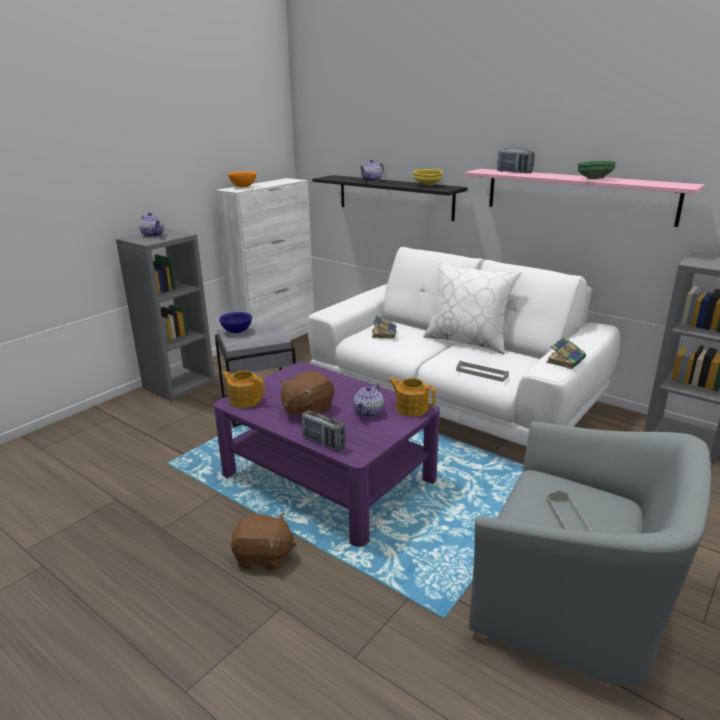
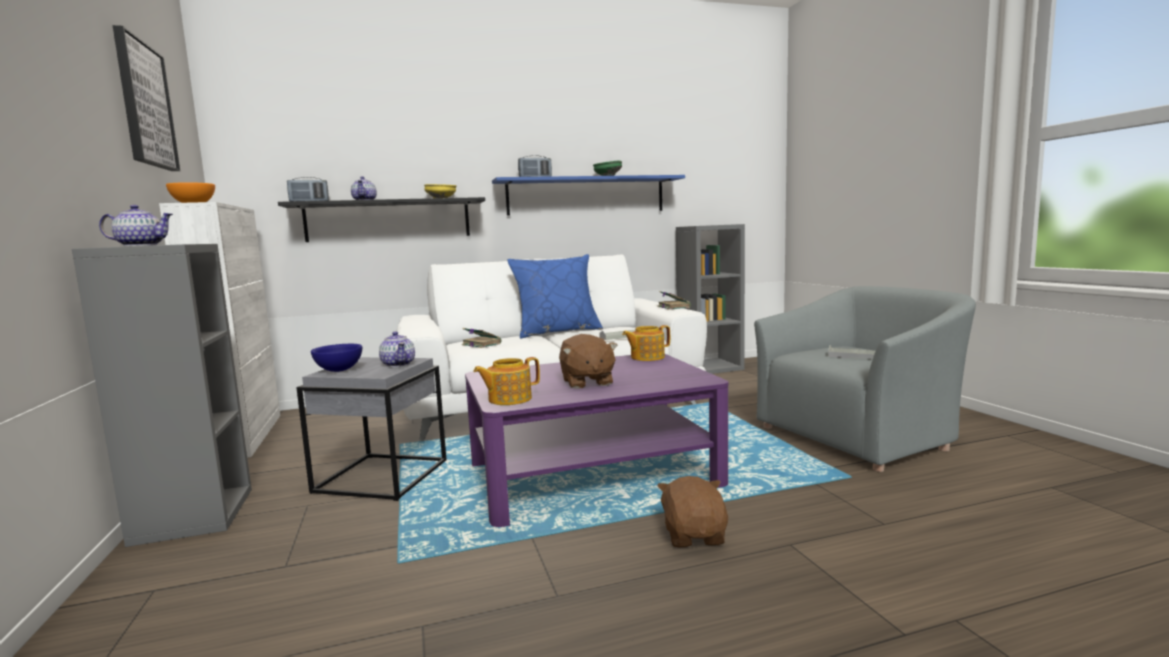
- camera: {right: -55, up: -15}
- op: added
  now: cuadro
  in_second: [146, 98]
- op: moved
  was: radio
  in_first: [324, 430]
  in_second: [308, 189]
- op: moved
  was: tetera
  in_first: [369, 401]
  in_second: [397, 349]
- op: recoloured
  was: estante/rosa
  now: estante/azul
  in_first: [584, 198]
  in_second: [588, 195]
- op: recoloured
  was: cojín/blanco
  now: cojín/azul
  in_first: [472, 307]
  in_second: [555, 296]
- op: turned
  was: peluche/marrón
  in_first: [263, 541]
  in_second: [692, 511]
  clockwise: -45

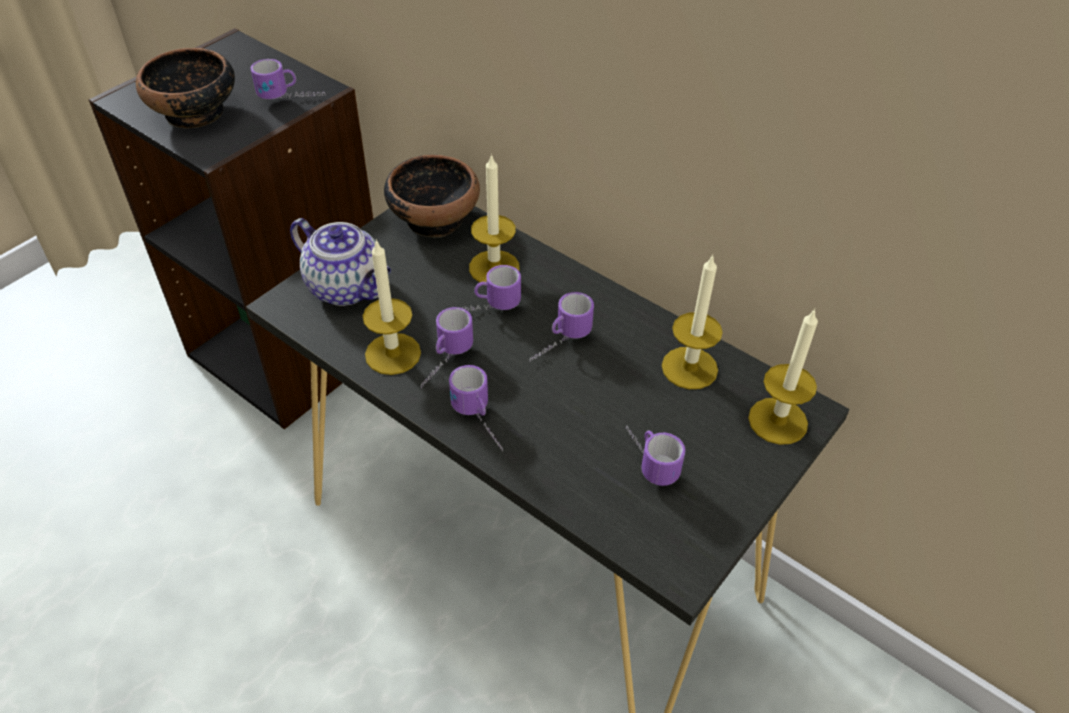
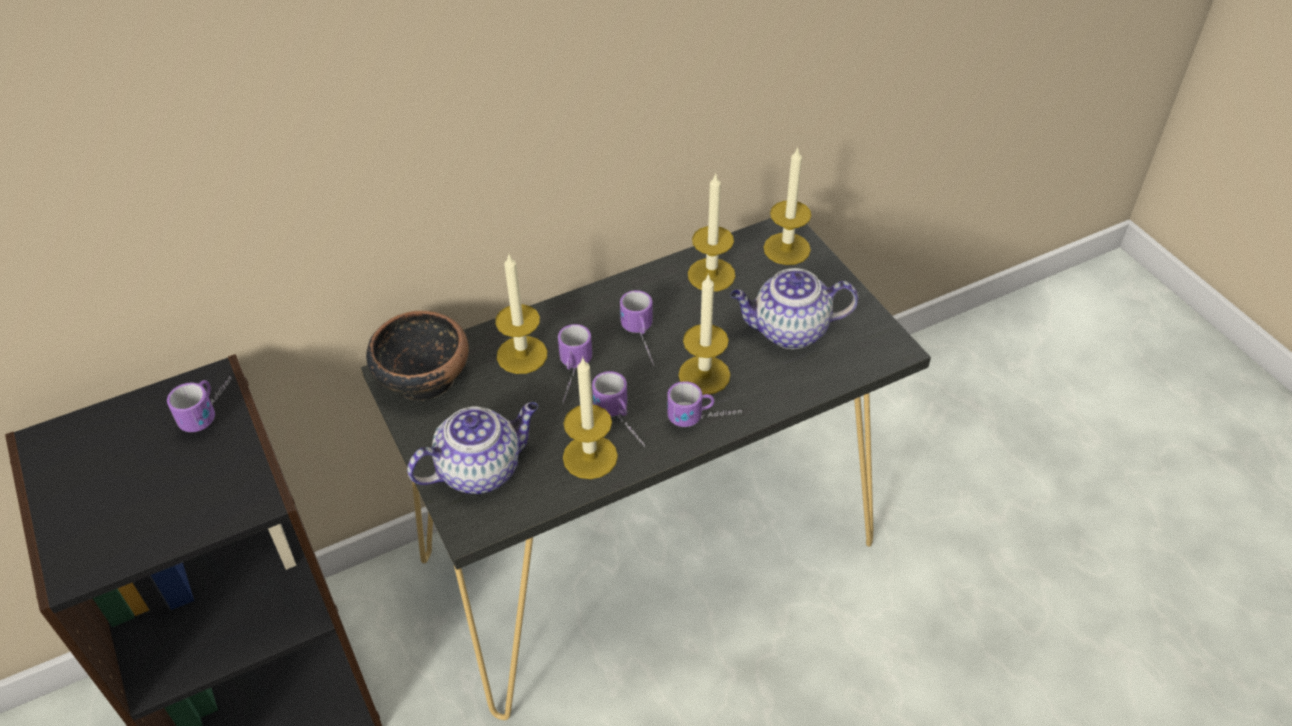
- camera: {right: -65, up: 0}
- op: added
  now: vela
  in_second: [704, 334]
- op: replaced
  was: taza grande
  now: tetera
  in_first: [655, 455]
  in_second: [794, 308]
- op: removed
  was: cuenco
  in_first: [185, 88]

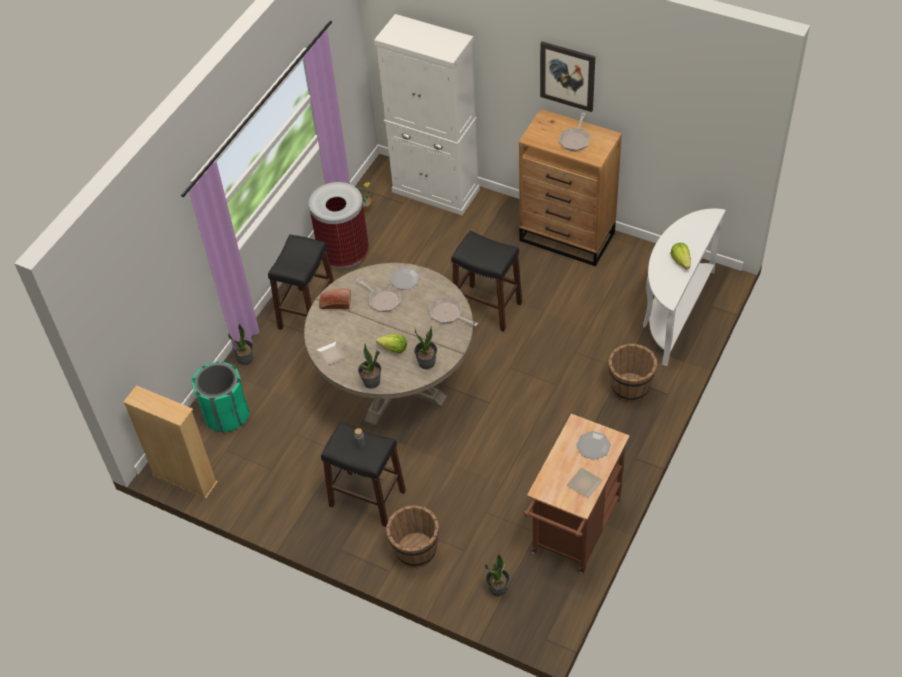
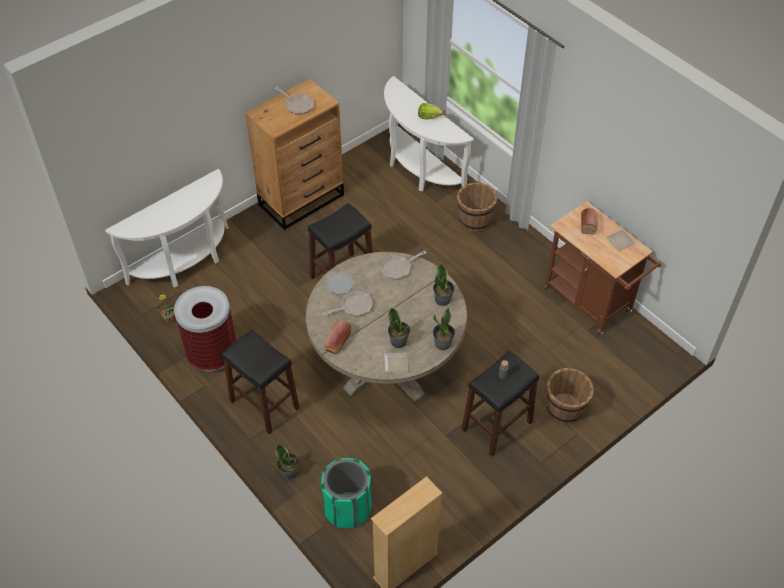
- camera: {right: -70, up: 0}
- op: replaced
  was: armario/blanco
  now: mesa consola/blanco
  in_first: [427, 114]
  in_second: [167, 228]
- op: moved
  was: planta en maceta
  in_first: [497, 575]
  in_second: [399, 328]
- op: replaced
  was: plato
  now: pan
  in_first: [593, 445]
  in_second: [589, 221]
- op: removed
  was: lechuga
  in_first: [391, 343]
- op: removed
  was: cuadro
  in_first: [567, 77]

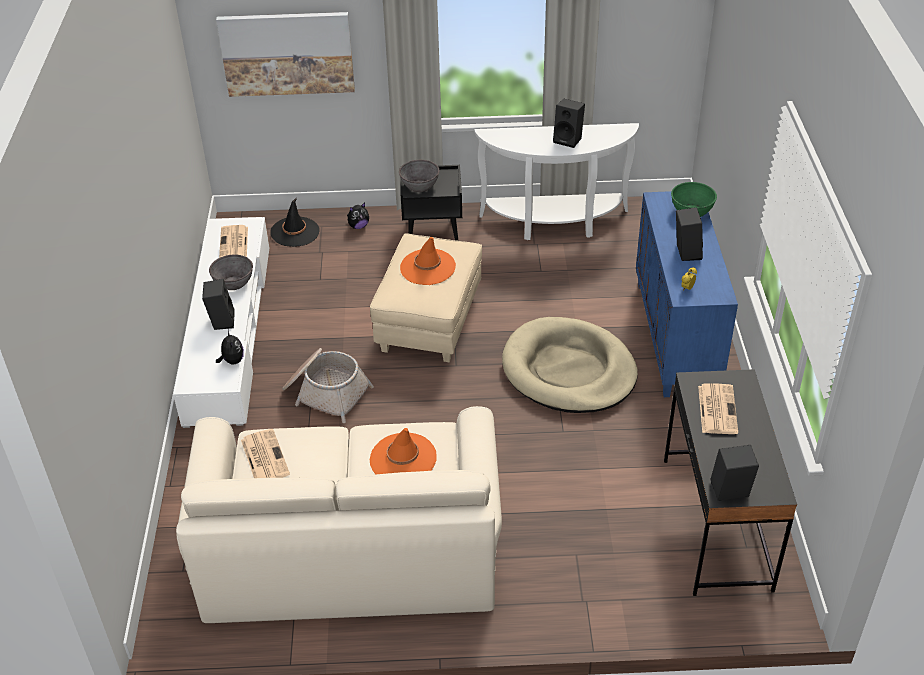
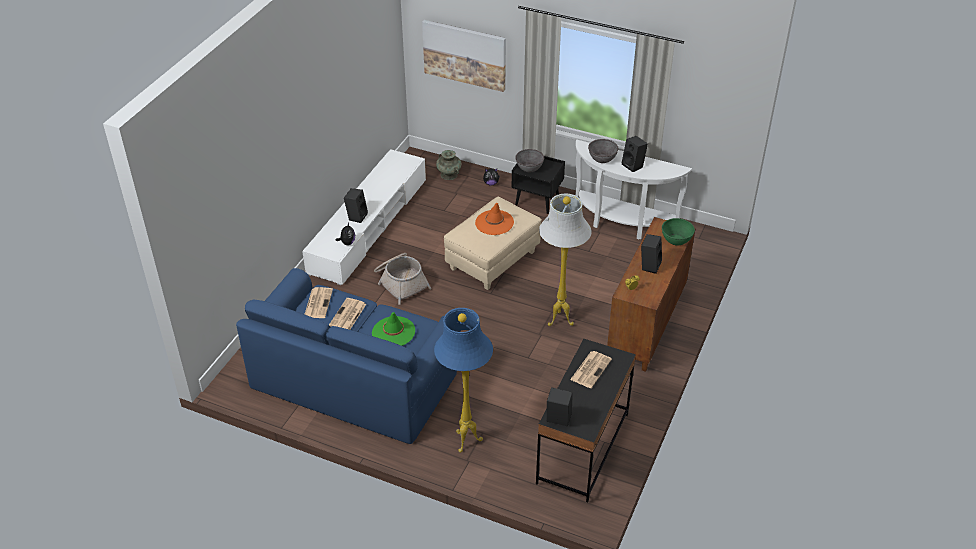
- camera: {right: 25, up: 0}
- op: recoloured
  was: sofá/beis
  now: sofá/azul
  in_first: [339, 514]
  in_second: [348, 356]
- op: moved
  was: periódico
  in_first: [233, 241]
  in_second: [347, 314]
- op: recoloured
  was: sombrero/naranja
  now: sombrero/verde
  in_first: [403, 451]
  in_second: [393, 329]
- op: added
  now: lámpara de pie/azul
  in_second: [463, 380]
- op: replaced
  was: sombrero/negro
  now: florero/turquesa
  in_first: [294, 222]
  in_second: [448, 165]
- op: replaced
  was: cama para perro/beis
  now: lámpara de pie/blanco
  in_first: [570, 365]
  in_second: [565, 260]
- op: moved
  was: cuenco/gris
  in_first: [231, 272]
  in_second: [603, 151]
- op: recoloured
  was: armario/azul
  now: armario/marrón
  in_first: [687, 294]
  in_second: [651, 294]

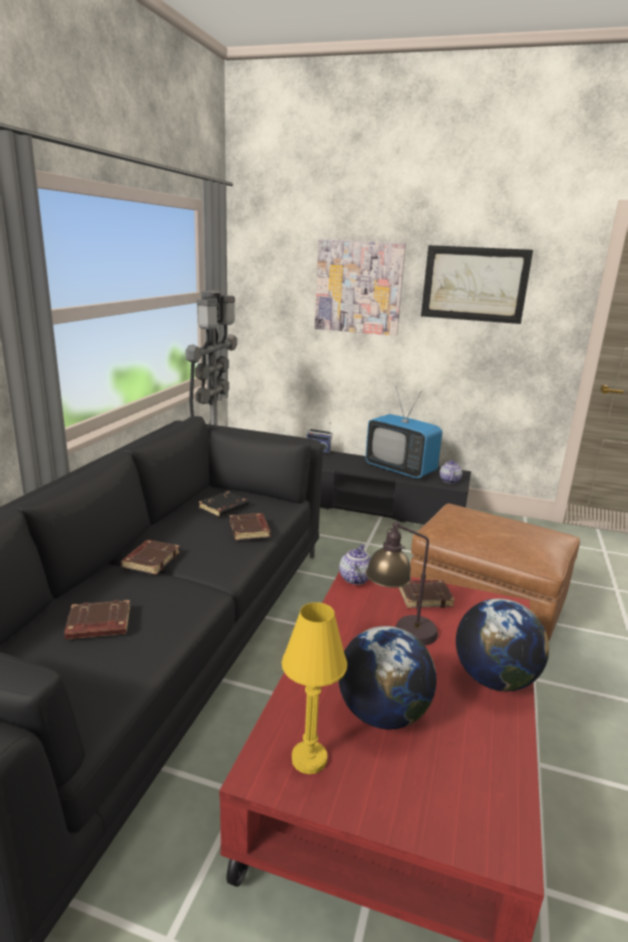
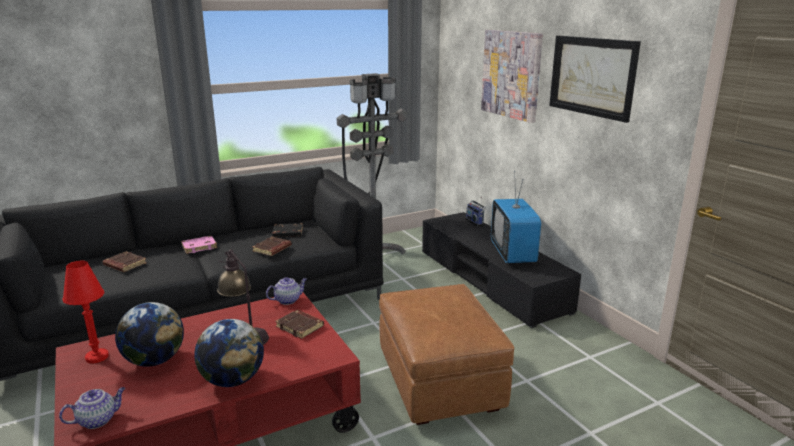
- camera: {right: 45, up: 0}
- op: moved
  was: tetera
  in_first: [451, 472]
  in_second: [92, 408]
- op: recoloured
  was: lámpara de mesa/amarillo
  now: lámpara de mesa/rojo
  in_first: [314, 688]
  in_second: [86, 312]
- op: recoloured
  was: libro/marrón
  now: libro/rosa
  in_first: [150, 557]
  in_second: [199, 245]

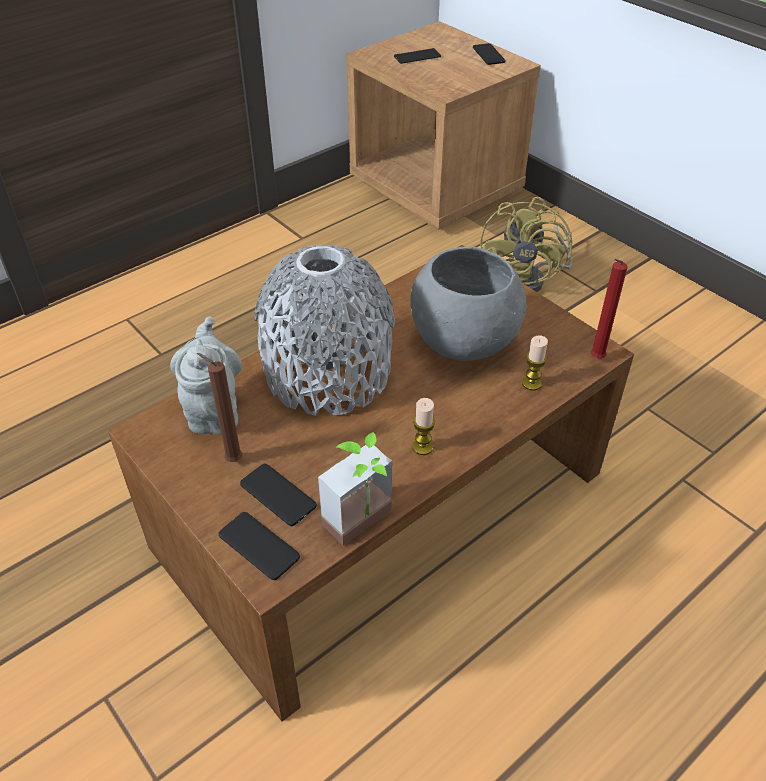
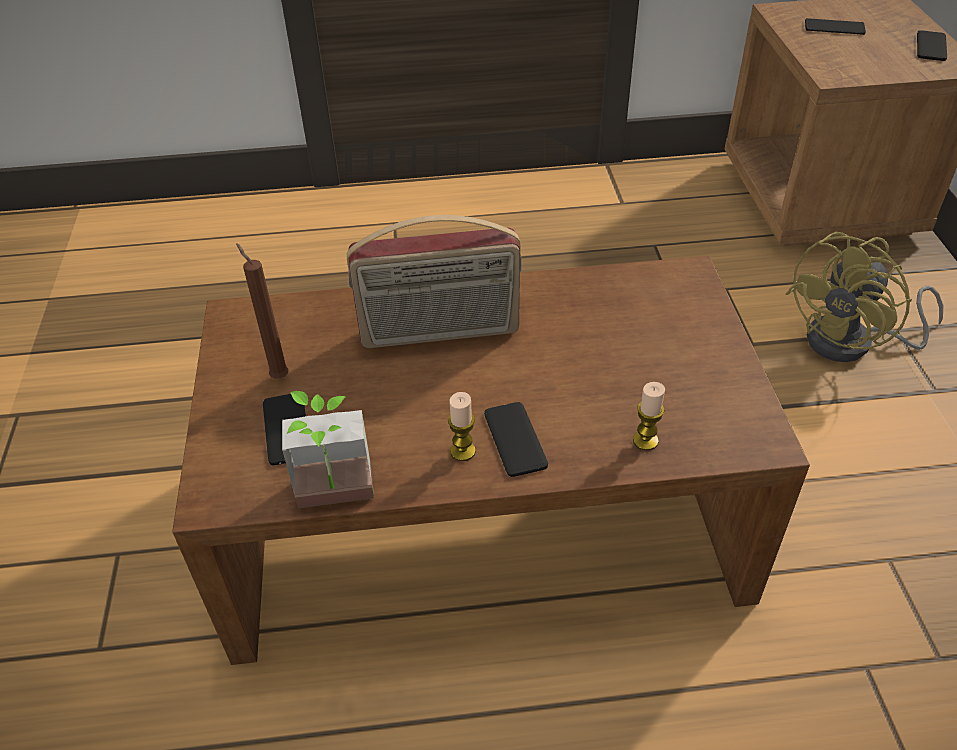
- camera: {right: 35, up: 0}
- op: replaced
  was: florero/gris
  now: radio
  in_first: [324, 330]
  in_second: [434, 281]
- op: moved
  was: móvil
  in_first: [259, 546]
  in_second: [516, 439]
- op: removed
  was: tetera/gris
  in_first: [206, 375]
- op: removed
  was: cuenco/gris
  in_first: [468, 304]
- op: removed
  was: vela/rojo
  in_first: [609, 309]

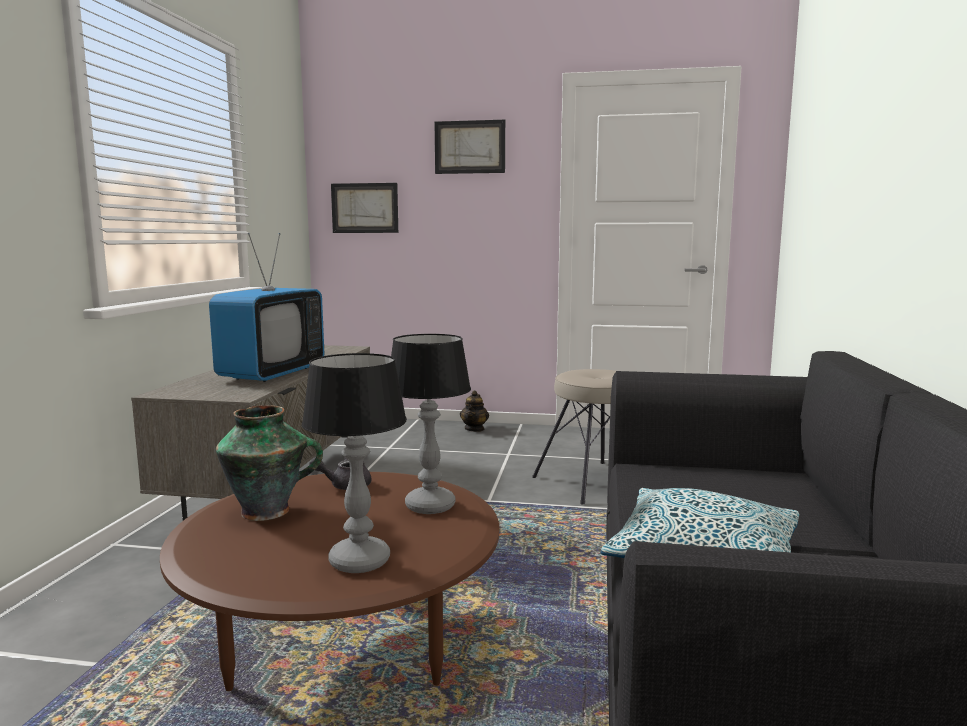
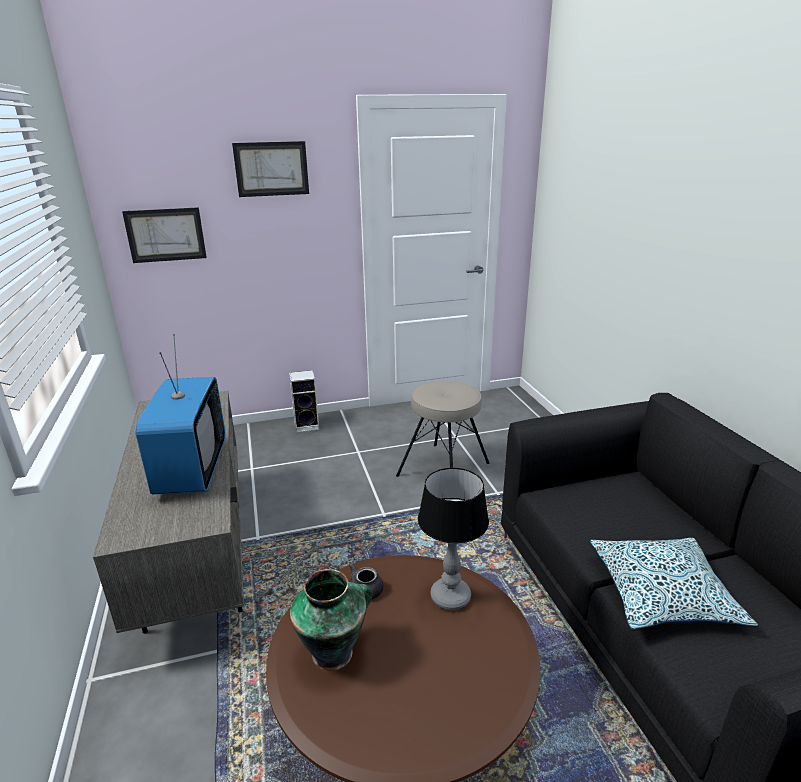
- camera: {right: -25, up: 15}
- op: replaced
  was: tetera
  now: altavoz
  in_first: [474, 411]
  in_second: [304, 401]
- op: removed
  was: lámpara de mesa
  in_first: [354, 463]

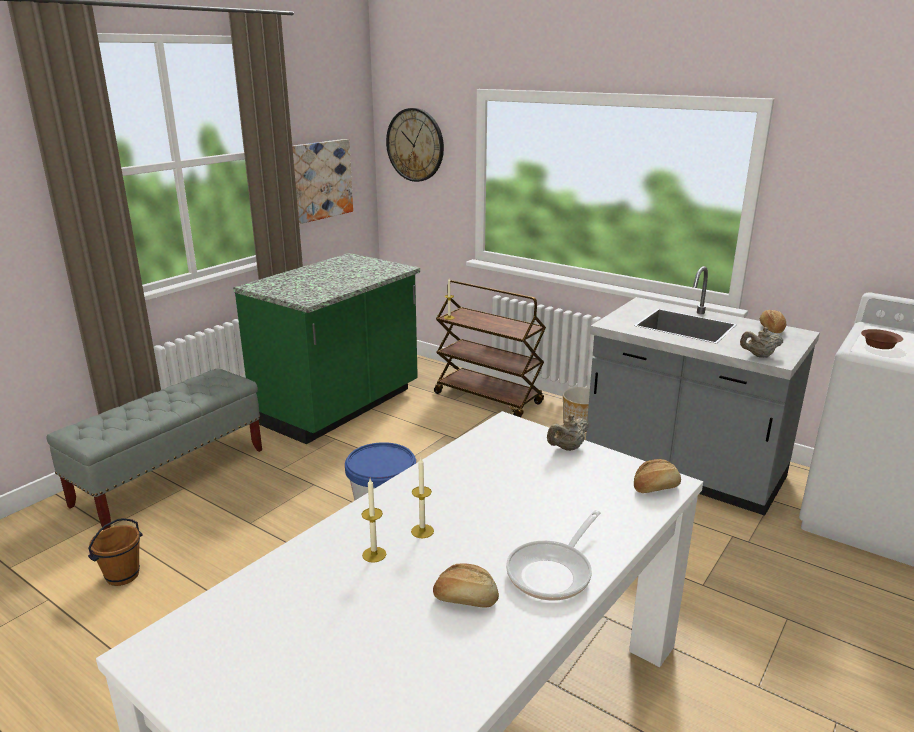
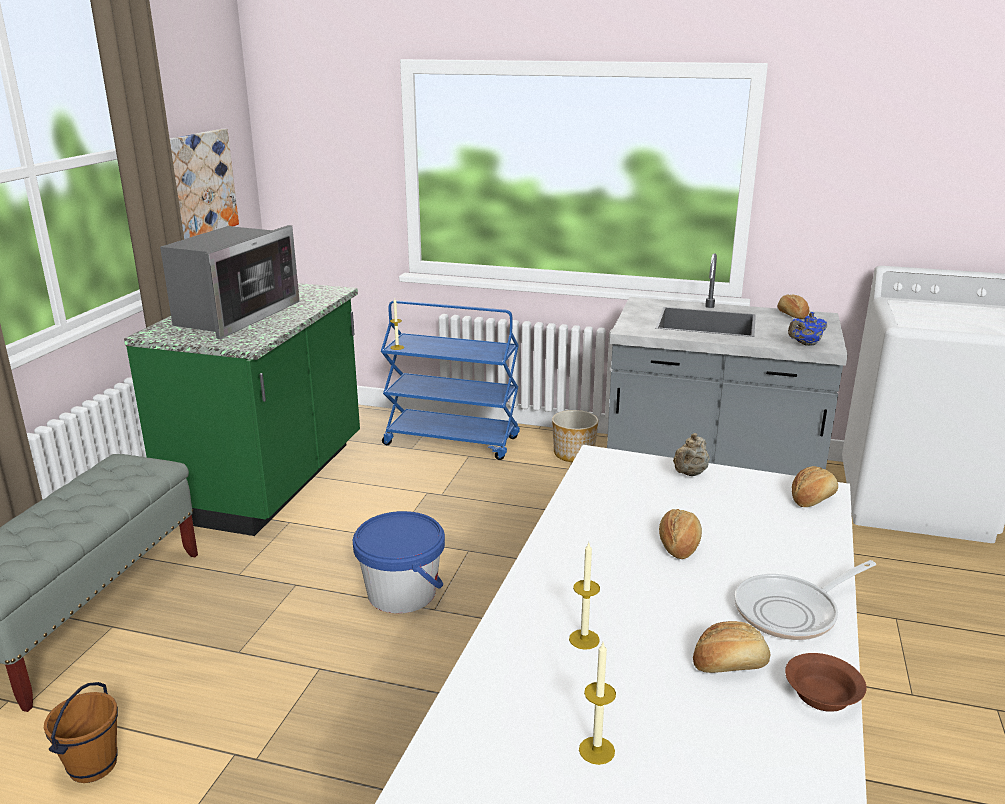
- camera: {right: -20, up: 0}
- op: added
  now: microondas
  in_second: [230, 282]
- op: recoloured
  was: carrito/marrón
  now: carrito/azul
  in_first: [490, 349]
  in_second: [450, 380]
- op: moved
  was: vela
  in_first: [422, 498]
  in_second: [597, 704]
- op: added
  now: pan
  in_second: [680, 534]
- op: turned
  was: sartén
  in_first: [553, 555]
  in_second: [805, 600]
  clockwise: 45
- op: moved
  was: cuenco/marrón
  in_first: [882, 339]
  in_second: [826, 682]
- op: recoloured
  was: tetera/beis
  now: tetera/azul
  in_first: [761, 342]
  in_second: [807, 329]
- op: removed
  was: reloj de pared
  in_first: [415, 145]

